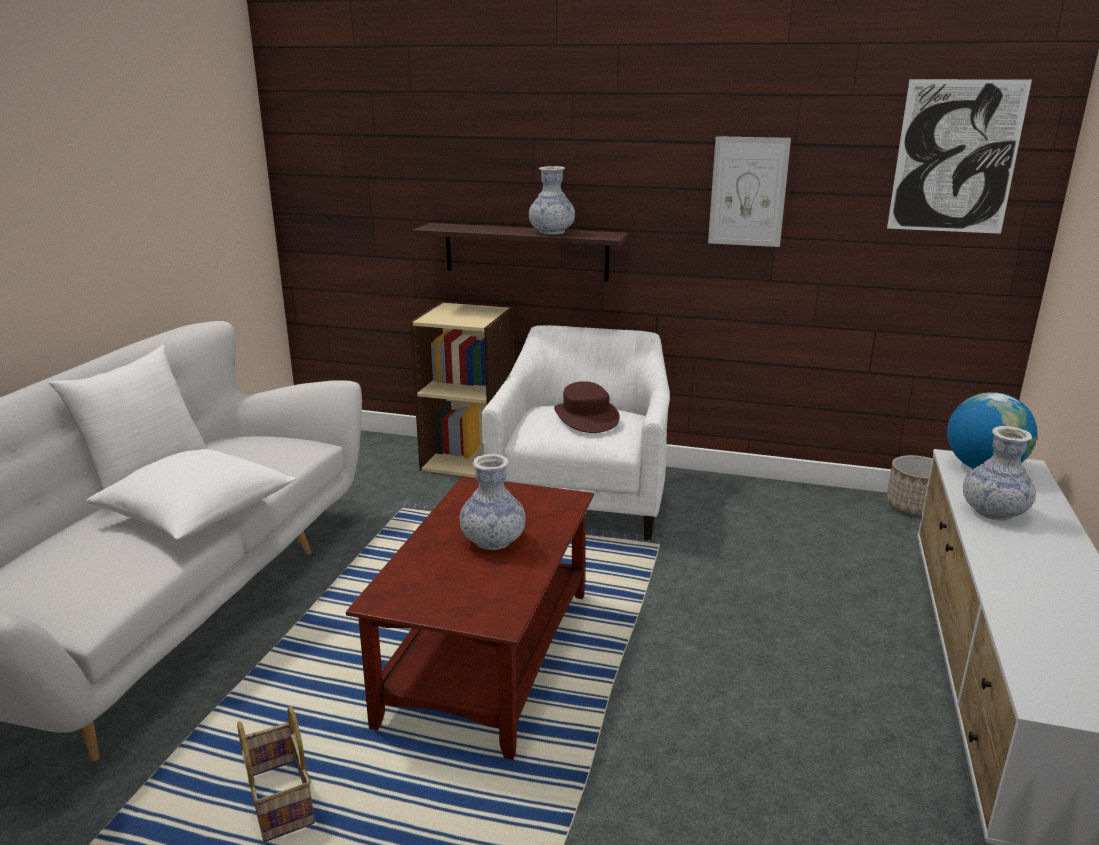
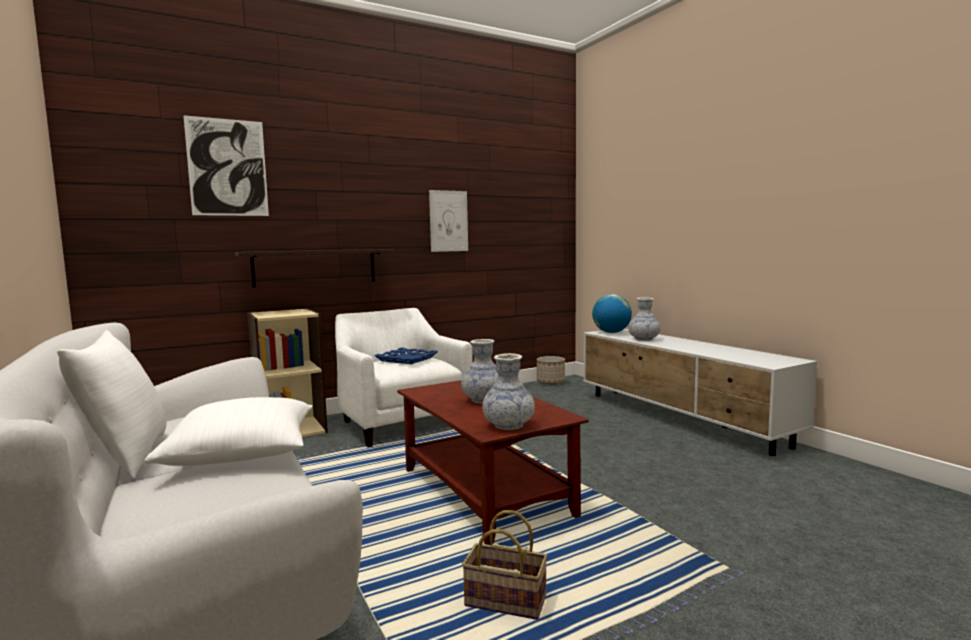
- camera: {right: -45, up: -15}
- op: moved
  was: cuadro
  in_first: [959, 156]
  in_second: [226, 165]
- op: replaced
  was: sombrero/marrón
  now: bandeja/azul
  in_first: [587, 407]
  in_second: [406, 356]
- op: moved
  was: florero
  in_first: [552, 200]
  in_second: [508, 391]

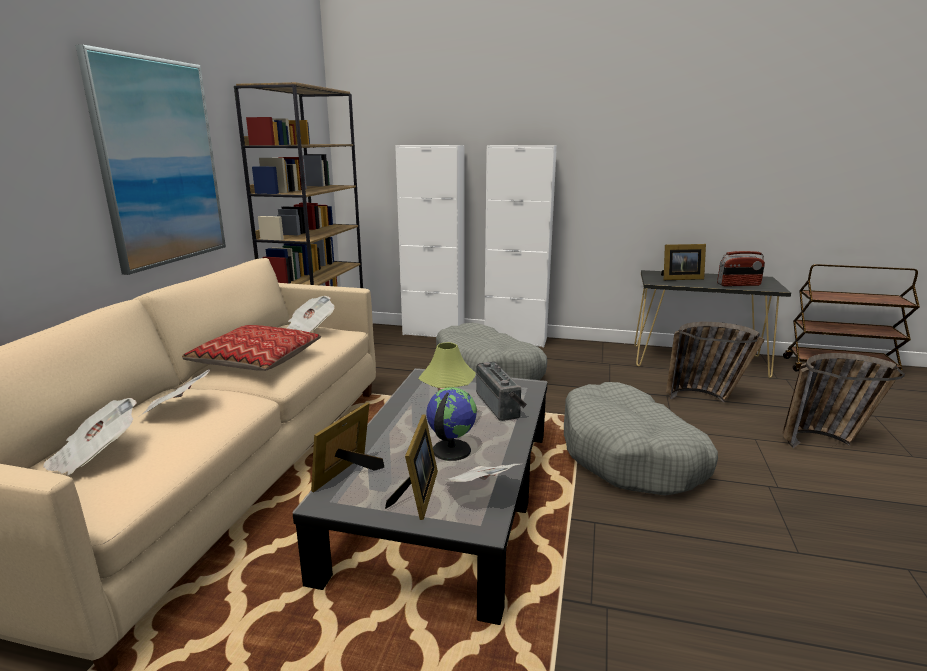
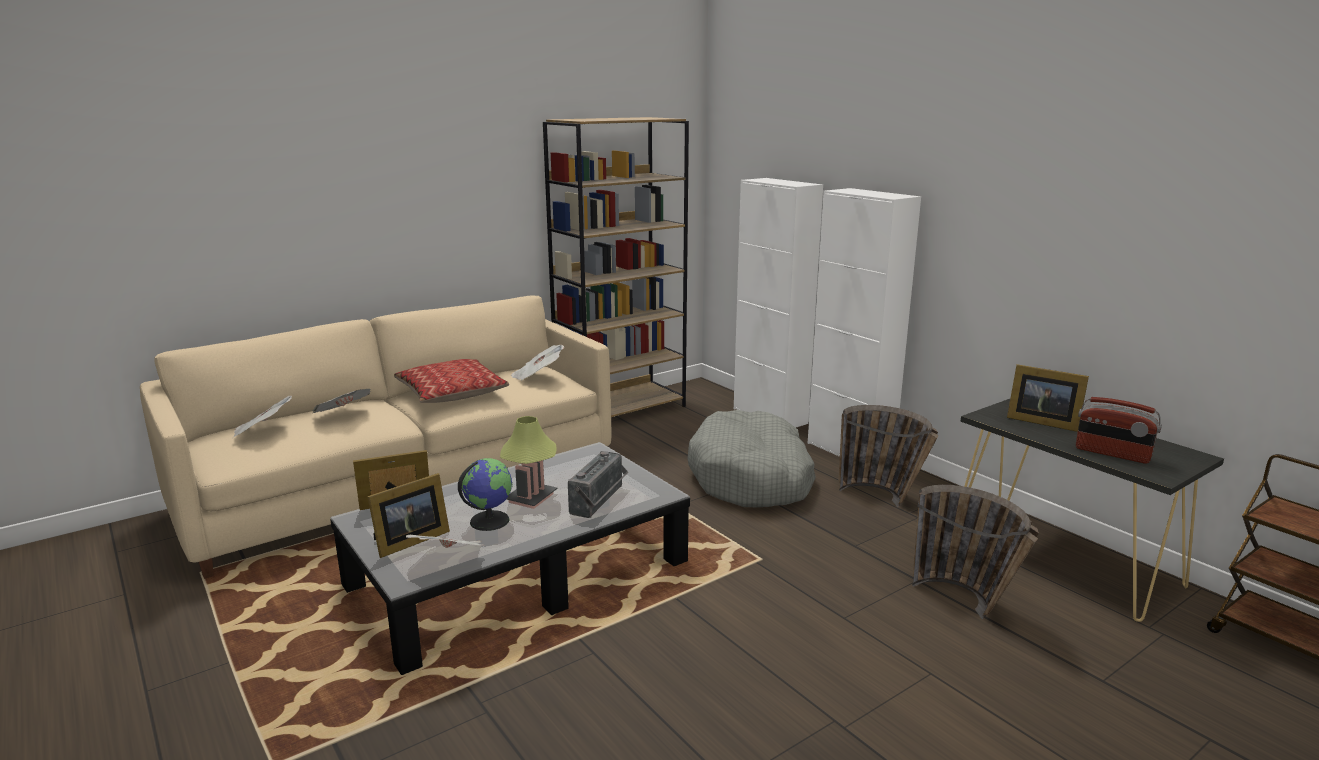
- camera: {right: 40, up: 0}
- op: moved
  was: cesta
  in_first: [843, 400]
  in_second: [888, 456]
- op: removed
  was: cuadro
  in_first: [151, 159]
- op: removed
  was: cama para perro/gris
  in_first: [641, 439]

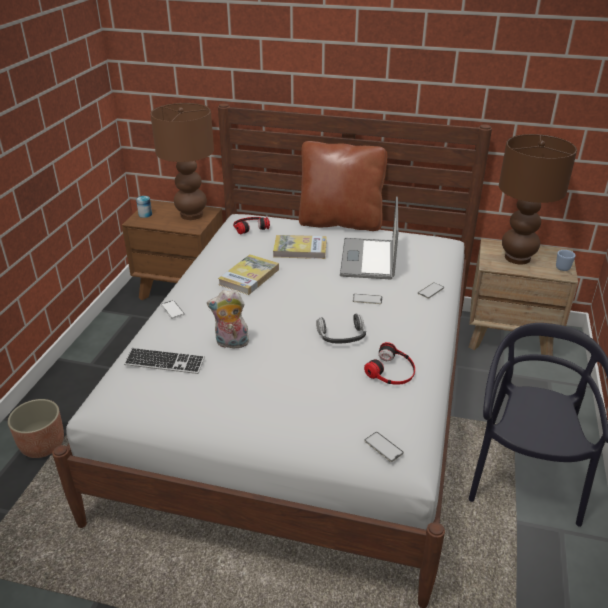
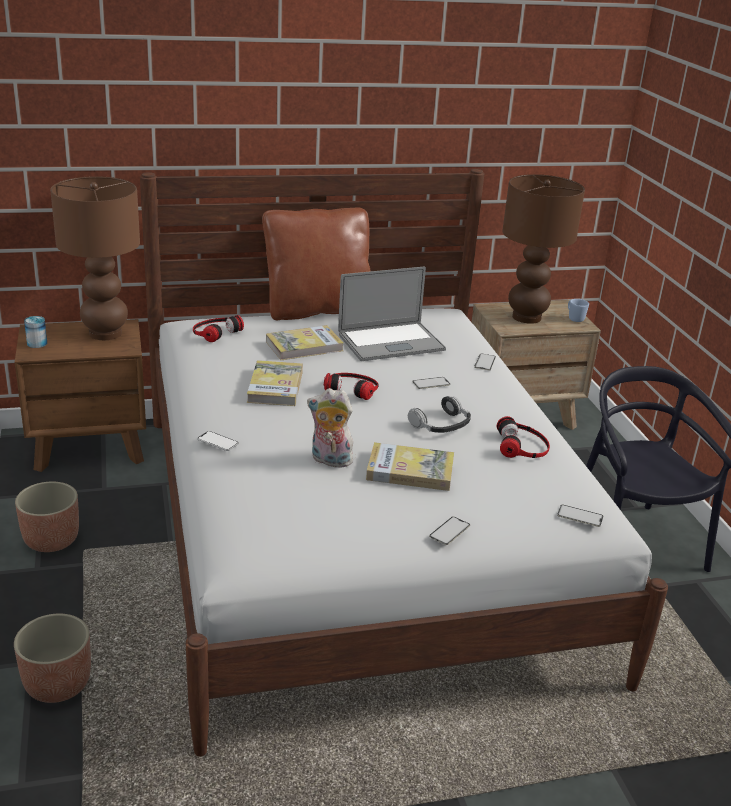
- camera: {right: -30, up: -5}
- op: added
  now: maceta
  in_second: [47, 517]
- op: turned
  was: peluche
  in_first: [228, 320]
  in_second: [330, 428]
  clockwise: 45
- op: added
  now: auriculares
  in_second: [351, 386]
- op: turned
  was: portátil
  in_first: [369, 237]
  in_second: [392, 313]
  clockwise: -90
- op: added
  now: libro
  in_second: [410, 466]
- op: added
  now: móvil
  in_second: [449, 530]
- op: removed
  was: teclado
  in_first: [164, 360]

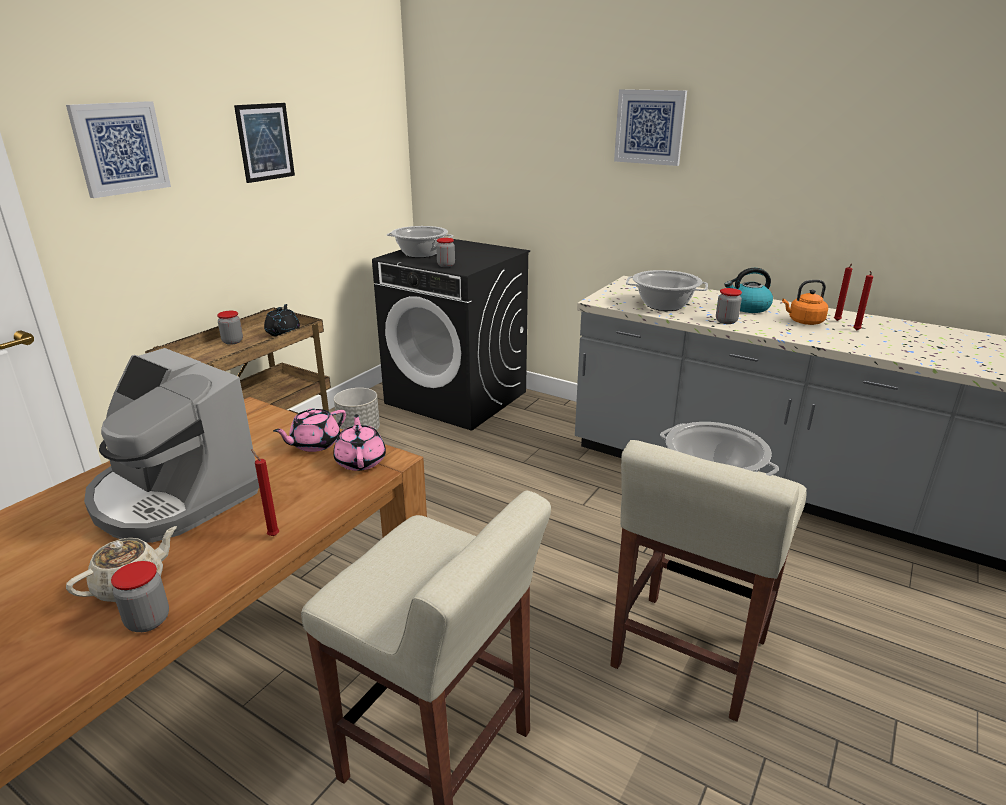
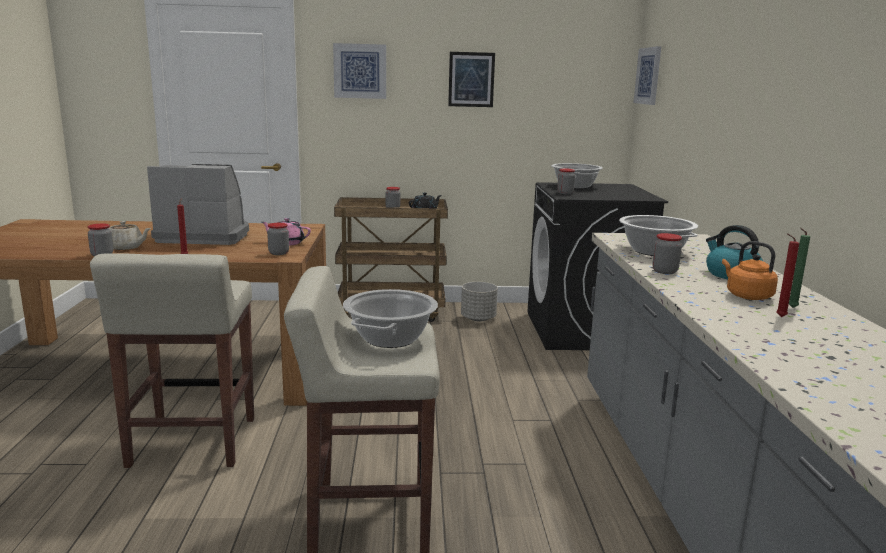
- camera: {right: 55, up: -10}
- op: turned
  was: cafetera
  in_first: [171, 445]
  in_second: [198, 204]
  clockwise: 90
- op: replaced
  was: tetera/rosa
  now: tarro
  in_first: [359, 442]
  in_second: [278, 239]
- op: moved
  was: cuadro
  in_first: [650, 127]
  in_second: [647, 75]
- op: recoloured
  was: vela/rojo
  now: vela/verde
  in_first: [843, 292]
  in_second: [799, 268]

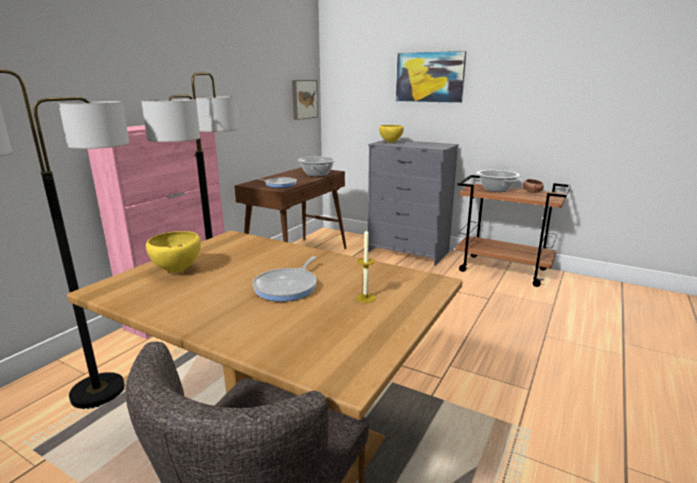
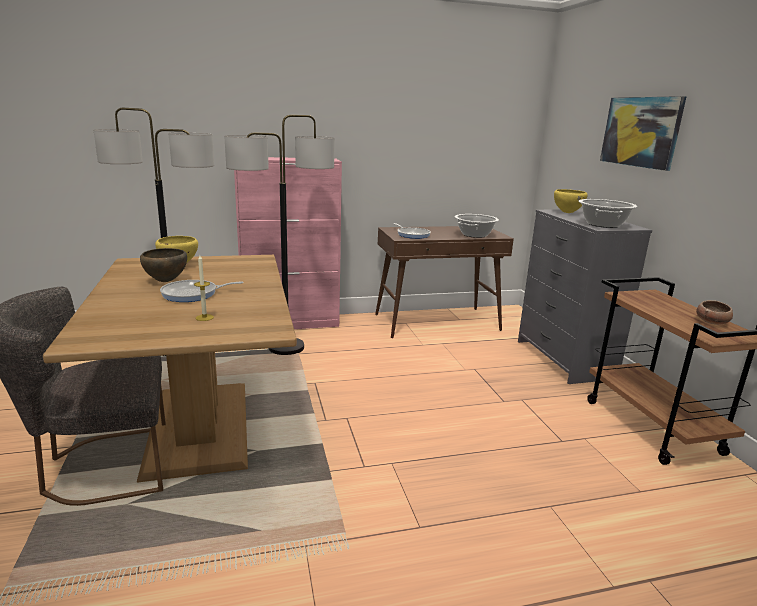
- camera: {right: 45, up: 0}
- op: added
  now: cuenco/marrón
  in_second: [163, 265]
- op: moved
  was: olla
  in_first: [499, 181]
  in_second: [608, 213]
- op: removed
  was: cuadro
  in_first: [305, 100]

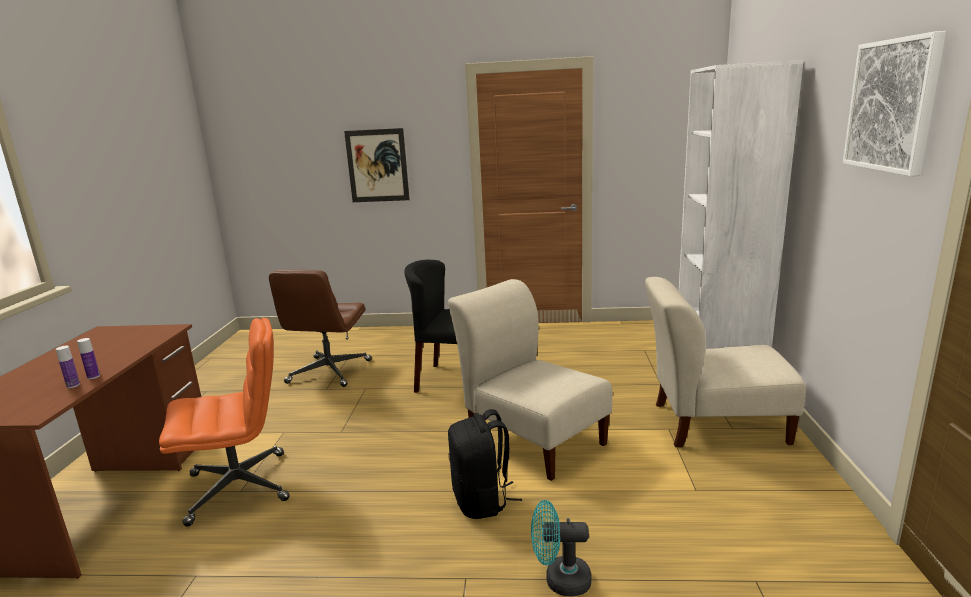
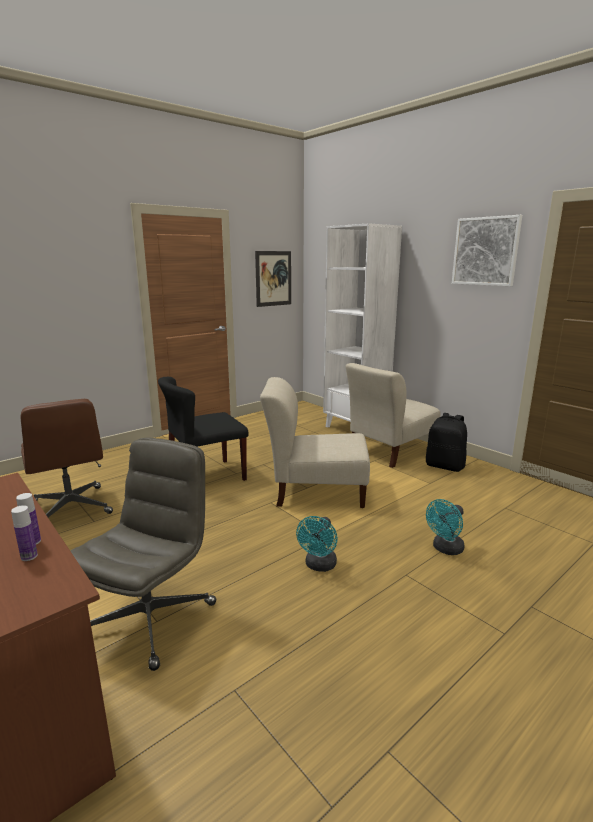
- camera: {right: -45, up: 0}
- op: recoloured
  was: silla de oficina/naranja
  now: silla de oficina/gris
  in_first: [224, 422]
  in_second: [143, 554]
- op: moved
  was: cuadro
  in_first: [377, 165]
  in_second: [273, 279]
- op: added
  now: ventilador/turquesa
  in_second: [317, 544]
- op: moved
  was: mochila/negro
  in_first: [485, 464]
  in_second: [446, 442]

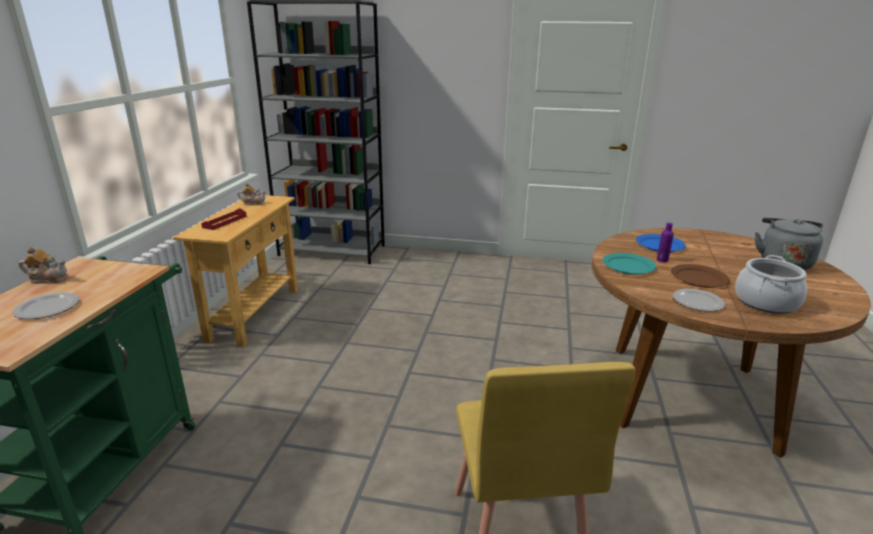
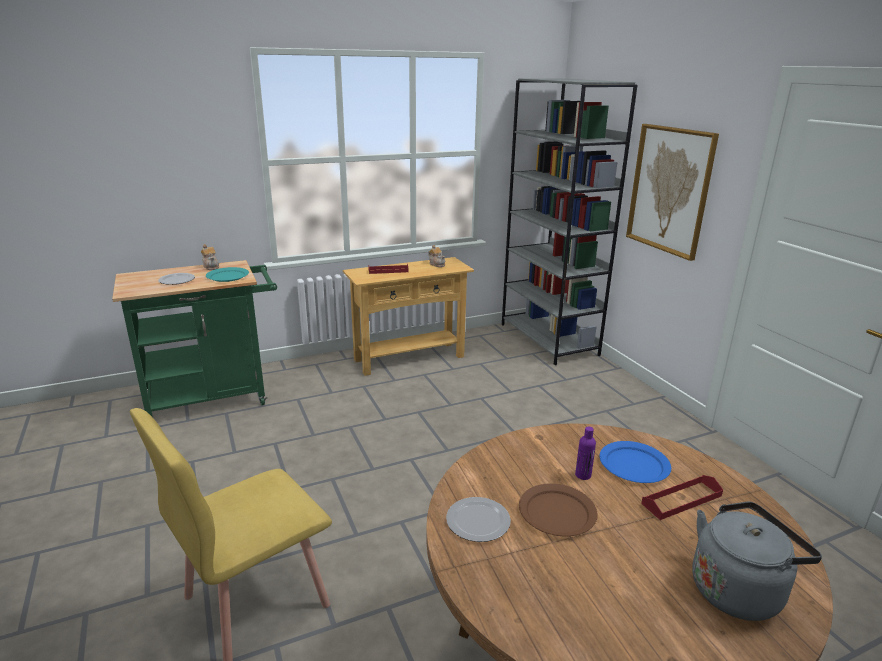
- camera: {right: 55, up: 0}
- op: moved
  was: plato/turquesa
  in_first: [629, 264]
  in_second: [227, 274]
- op: added
  now: cuadro
  in_second: [672, 192]
- op: added
  now: bandeja/rojo
  in_second: [682, 497]
- op: removed
  was: olla
  in_first: [771, 284]

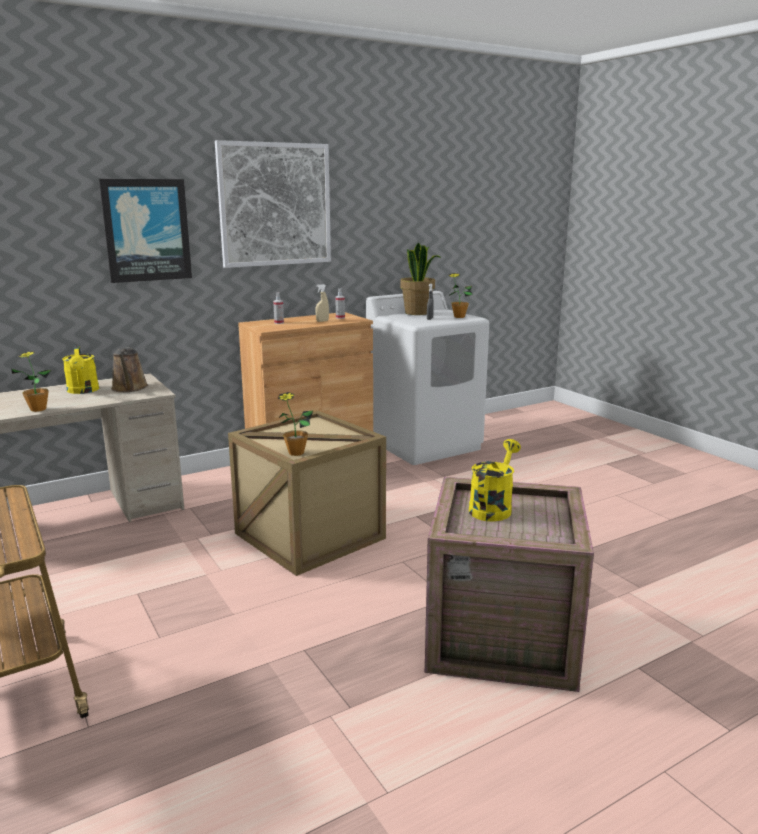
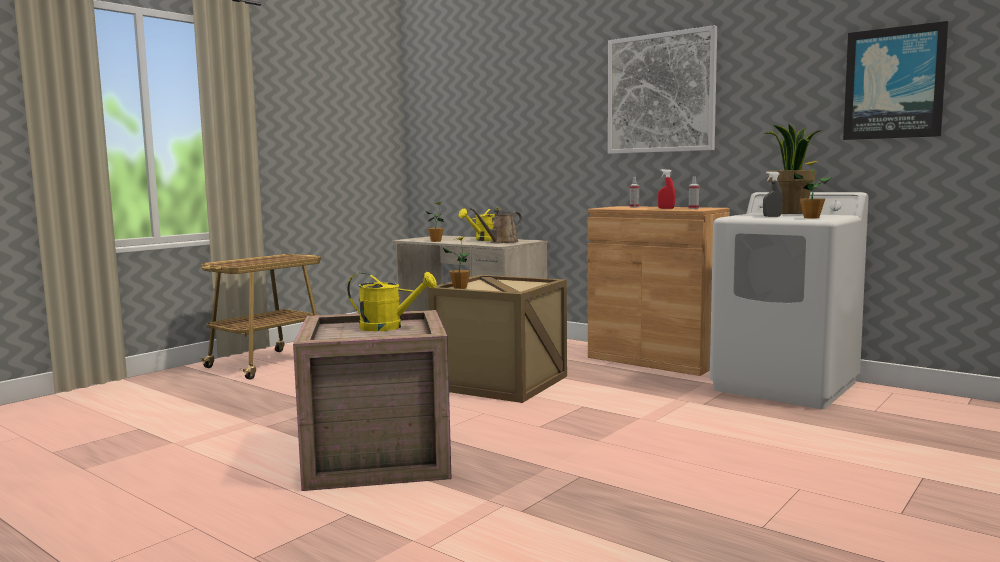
- camera: {right: 70, up: -10}
- op: recoloured
  was: pulverizador/beis
  now: pulverizador/rojo
  in_first: [322, 303]
  in_second: [666, 189]
- op: moved
  was: cuadro
  in_first: [145, 231]
  in_second: [895, 80]

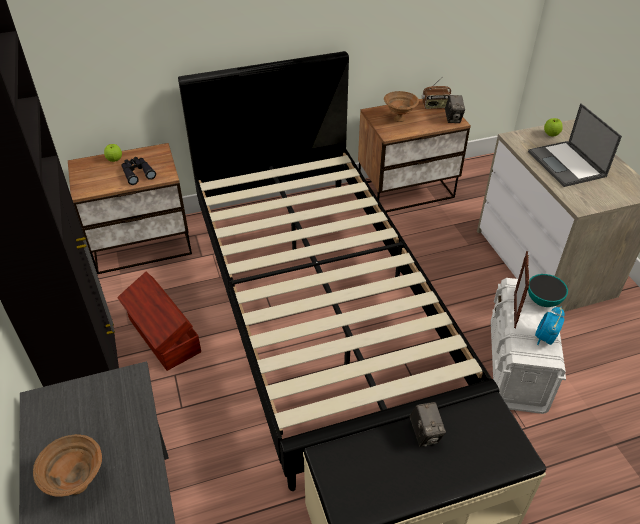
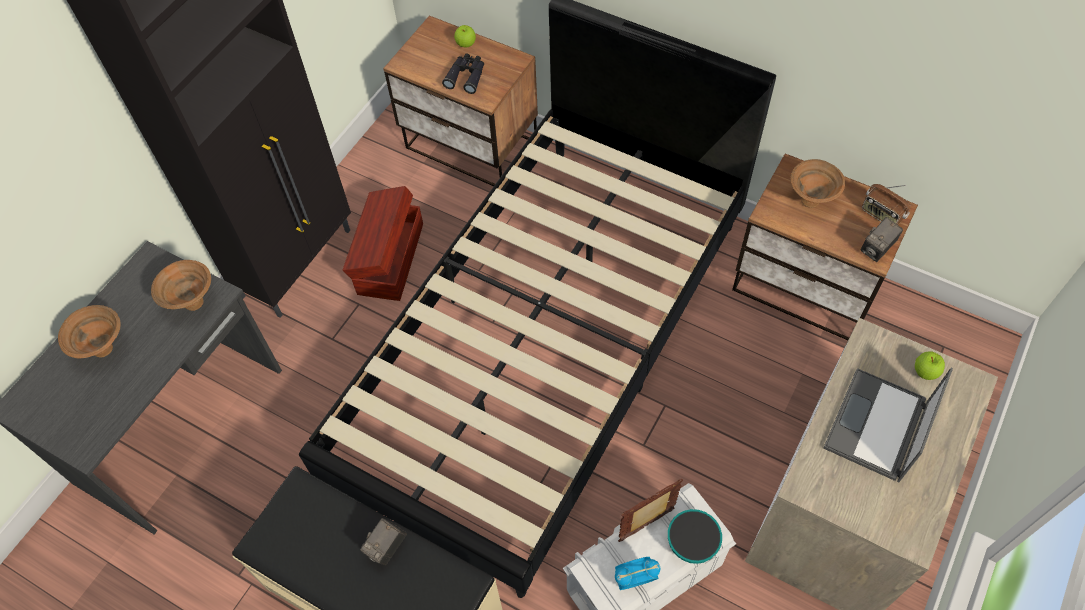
- camera: {right: 50, up: 15}
- op: added
  now: cuenco/marrón
  in_second: [181, 285]

